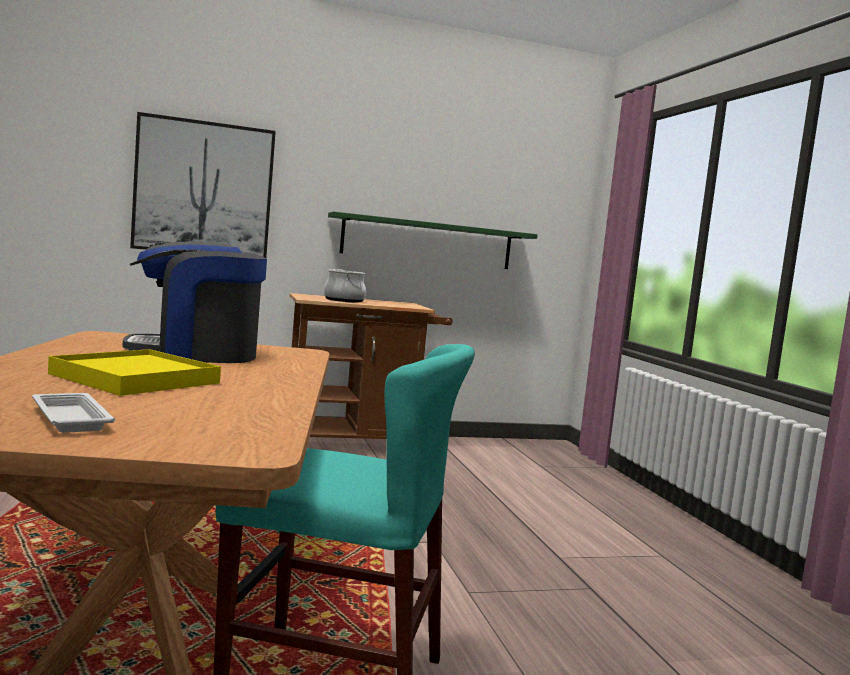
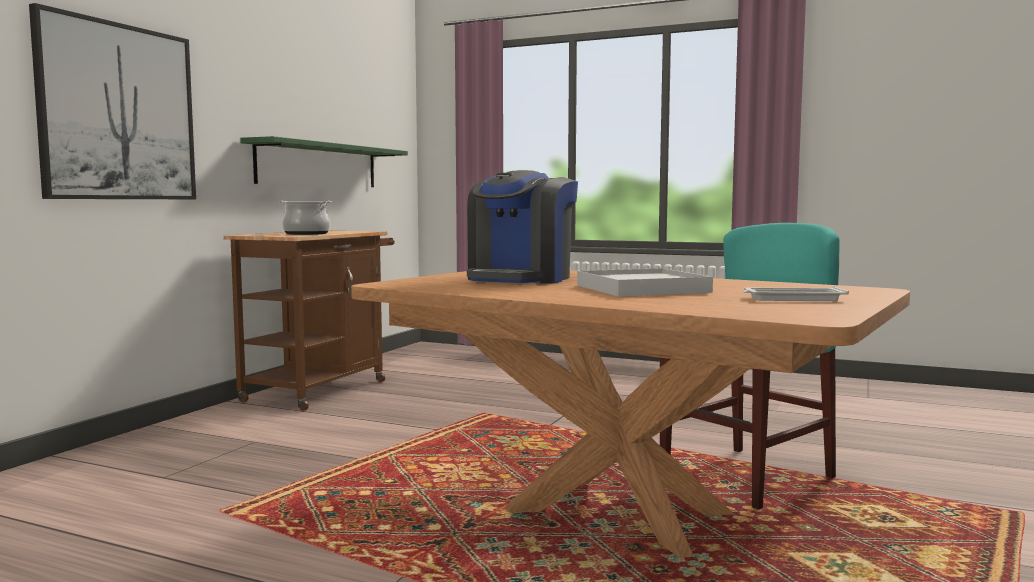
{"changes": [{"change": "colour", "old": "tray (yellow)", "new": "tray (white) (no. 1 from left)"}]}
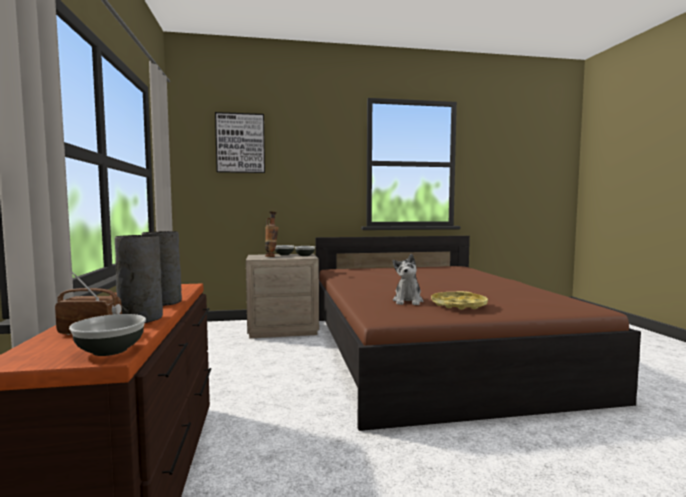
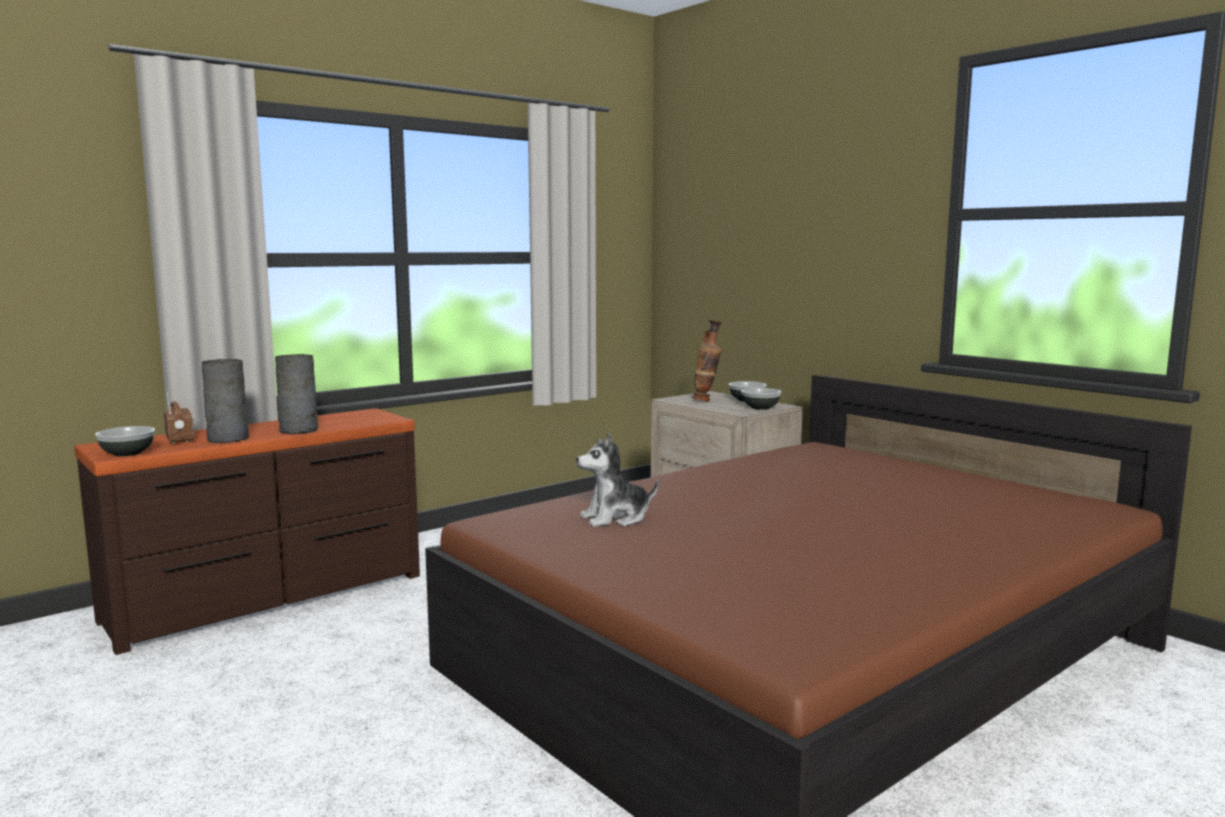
{"changes": [{"change": "missing", "old": "picture"}, {"change": "missing", "old": "tray (yellow)"}]}
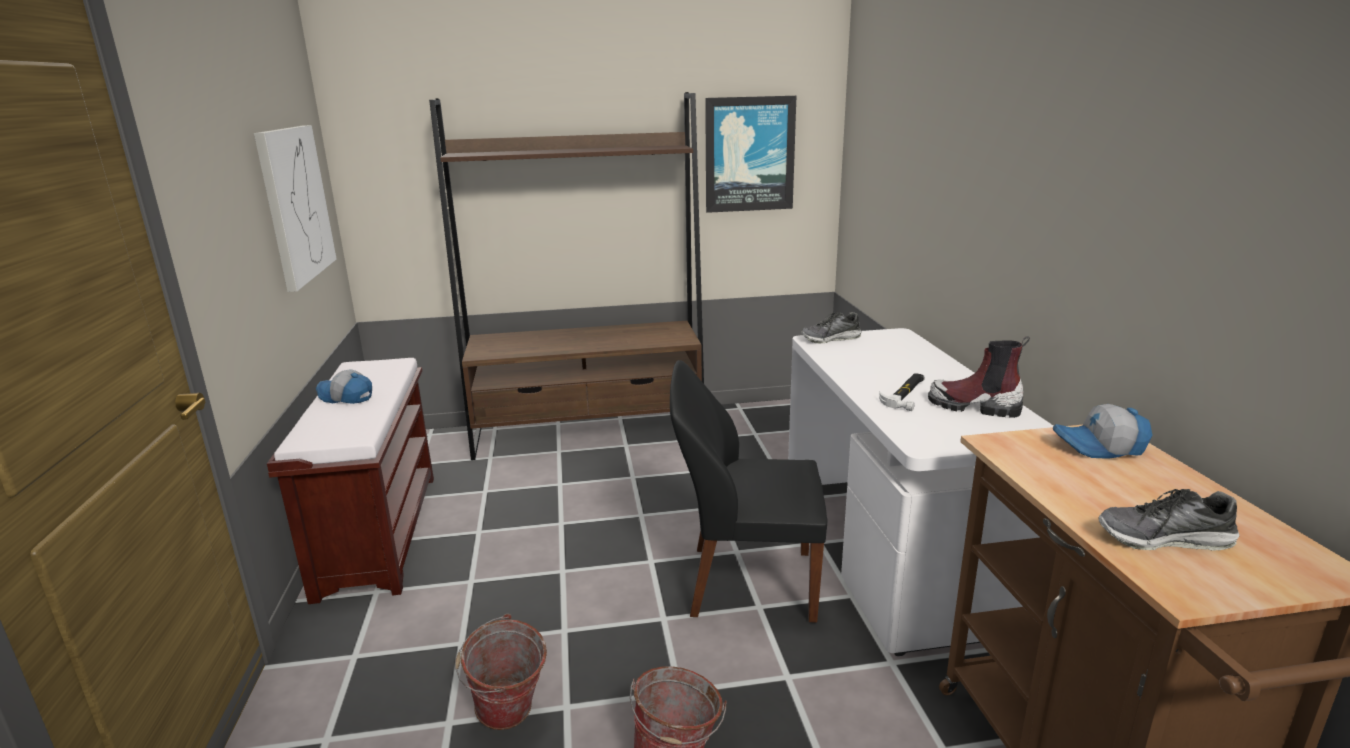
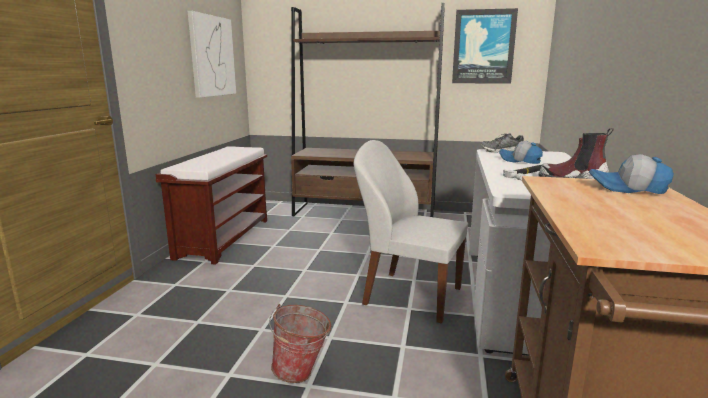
{"changes": [{"change": "colour", "old": "chair (black)", "new": "chair (white)"}, {"change": "relocated", "old": "cap (no. 1 from left)"}, {"change": "missing", "old": "bucket (no. 1 from left)"}, {"change": "missing", "old": "shoe (no. 2 from left)"}]}
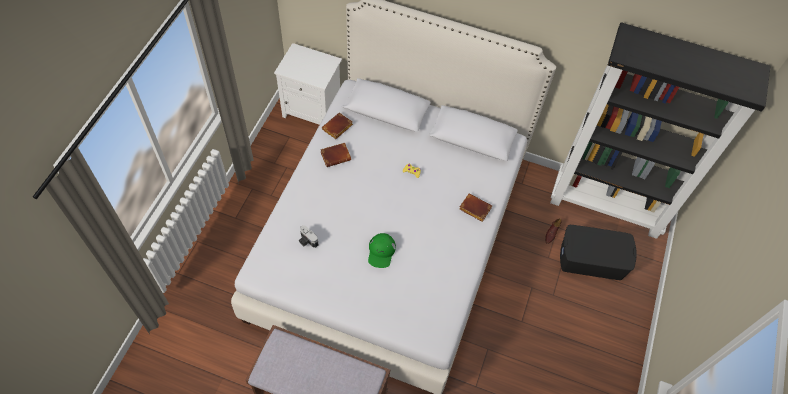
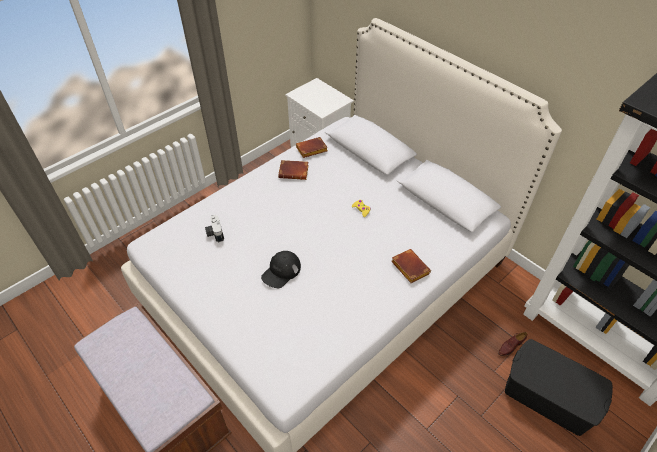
{"changes": [{"change": "colour", "old": "cap (green)", "new": "cap (black)"}]}
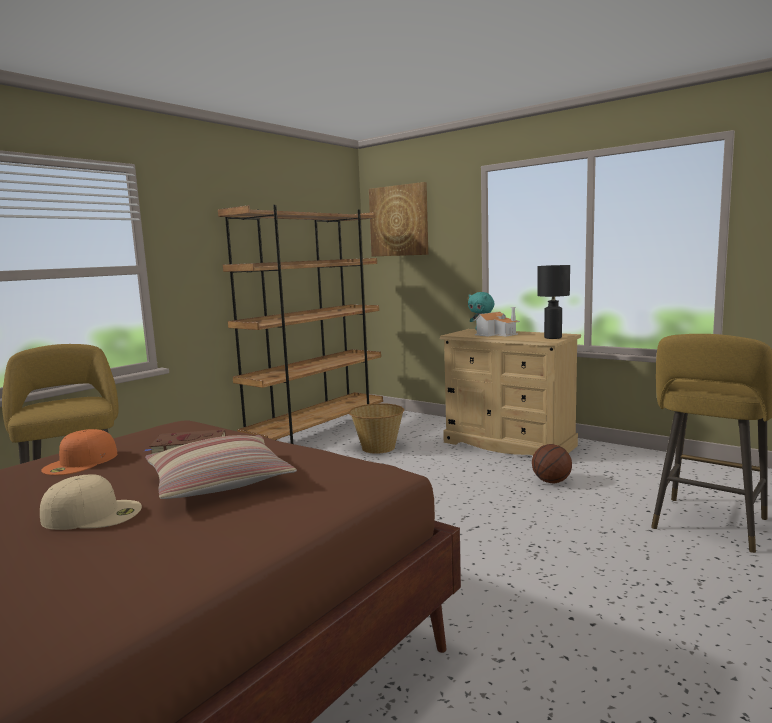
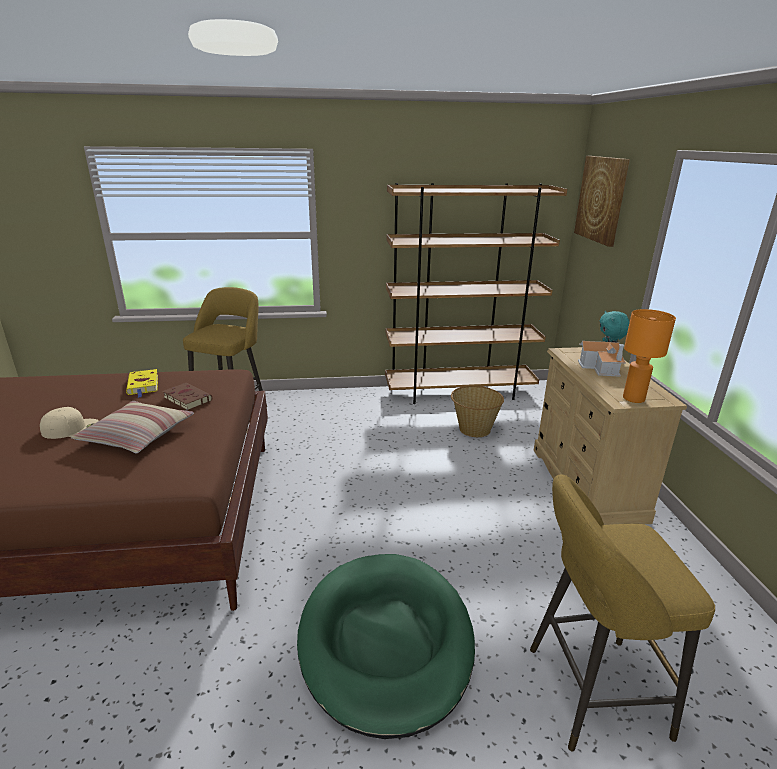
{"changes": [{"change": "spun", "old": "cap (beige)", "degrees": -60}, {"change": "exchanged", "old": "cap (orange)", "new": "book (yellow)"}, {"change": "appeared", "new": "dog bed (green)"}, {"change": "colour", "old": "table lamp (black)", "new": "table lamp (orange)"}, {"change": "missing", "old": "basketball"}]}
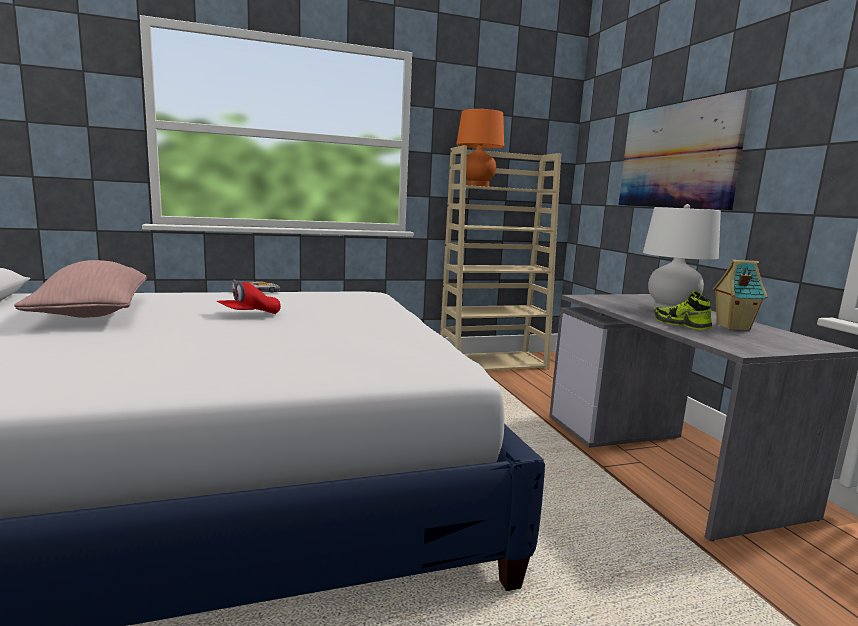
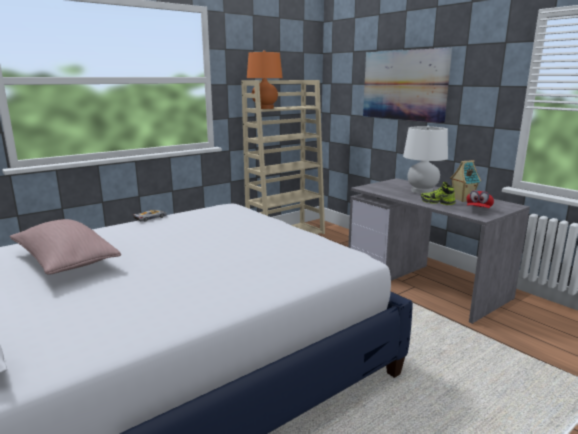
{"changes": [{"change": "relocated", "old": "cap (red)"}]}
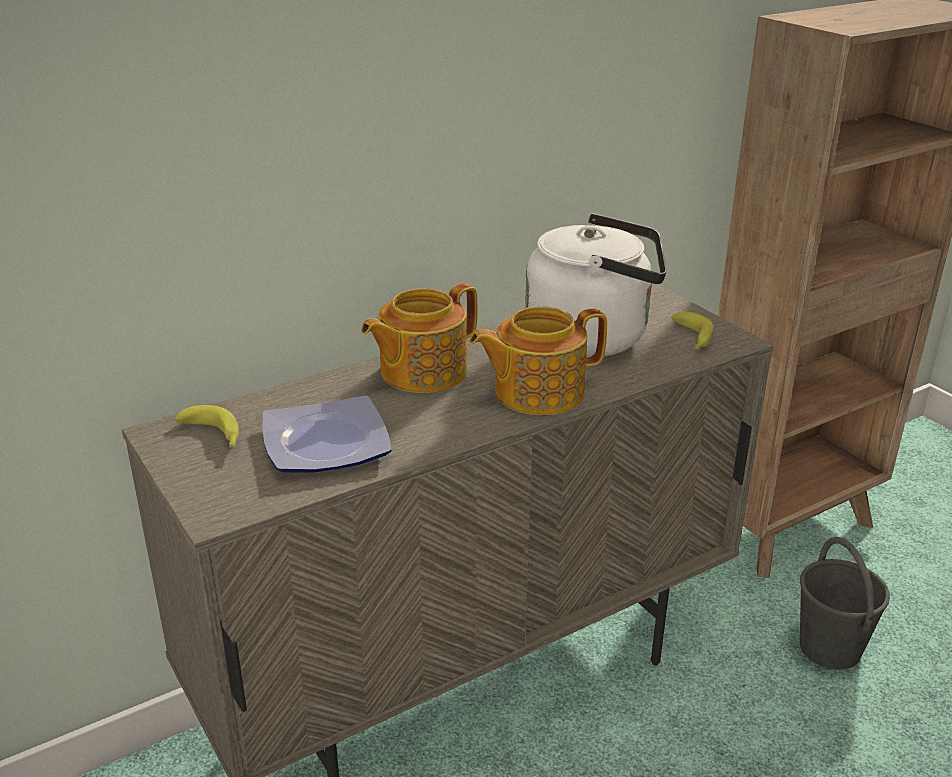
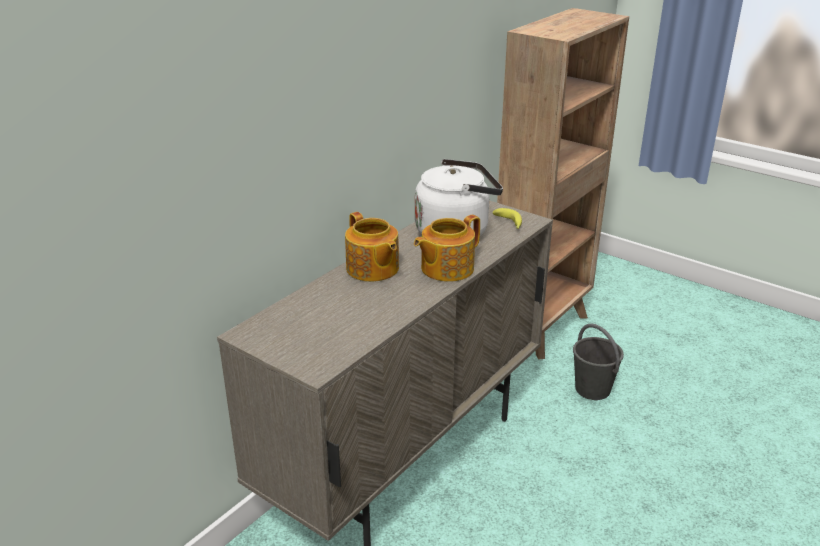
{"changes": [{"change": "spun", "old": "teapot (no. 1 from left)", "degrees": -60}, {"change": "missing", "old": "banana (no. 1 from left)"}, {"change": "missing", "old": "plate"}]}
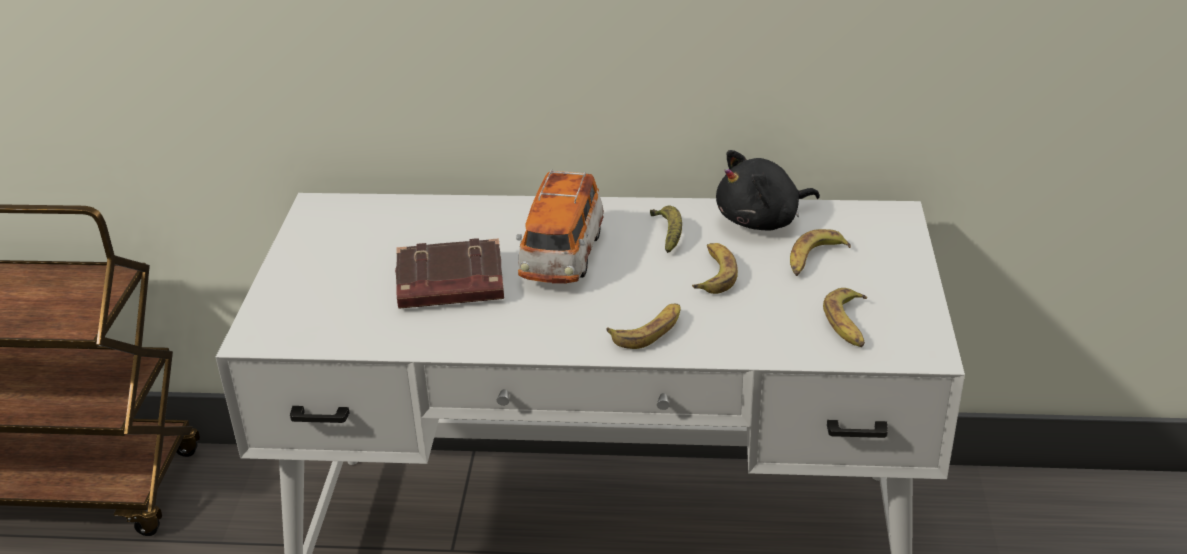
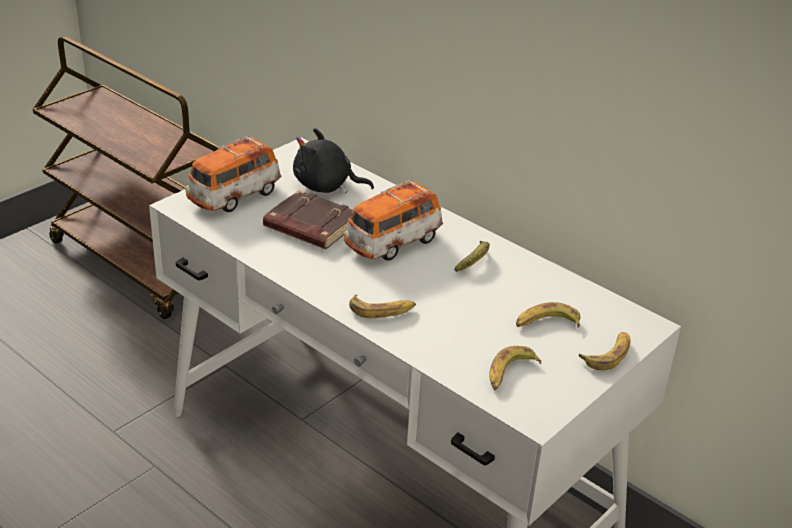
{"changes": [{"change": "appeared", "new": "toy car (no. 1 from left)"}, {"change": "relocated", "old": "plush toy (black)"}, {"change": "relocated", "old": "banana (no. 3 from left in the first image)", "new": "banana (no. 5 from left)"}]}
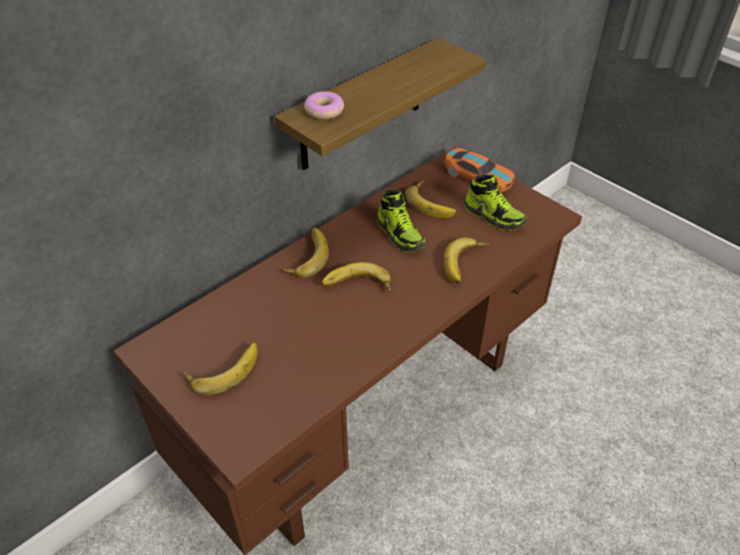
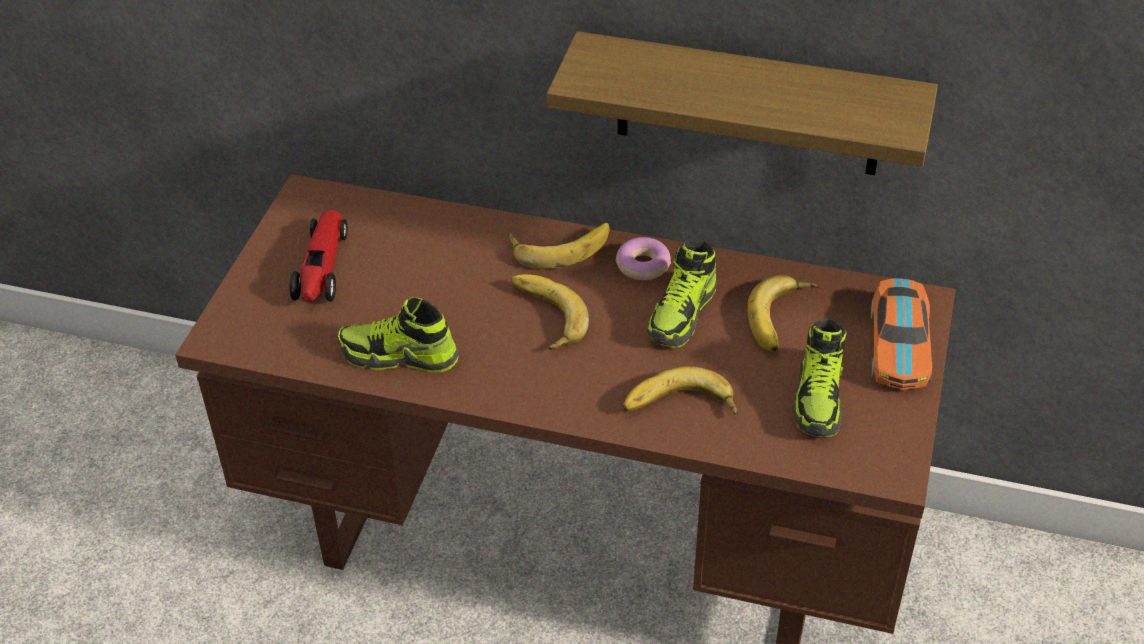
{"changes": [{"change": "exchanged", "old": "banana (no. 1 from left)", "new": "toy car (no. 1 from left)"}, {"change": "appeared", "new": "shoe (no. 1 from left)"}, {"change": "relocated", "old": "donut"}]}
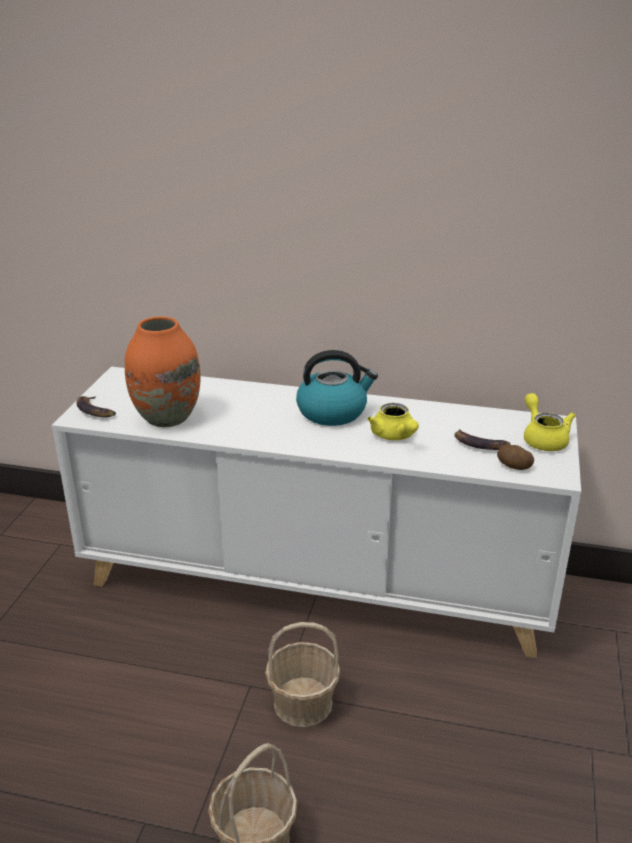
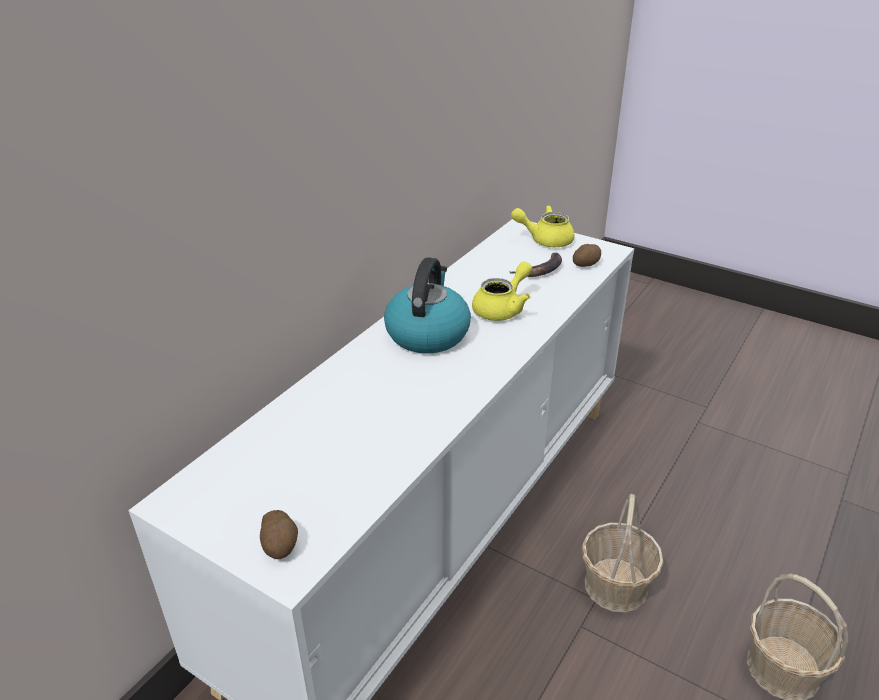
{"changes": [{"change": "exchanged", "old": "banana (no. 1 from left)", "new": "potato (no. 1 from left)"}, {"change": "spun", "old": "teapot (yellow) (no. 1 from left)", "degrees": -45}, {"change": "missing", "old": "vase (orange)"}]}
